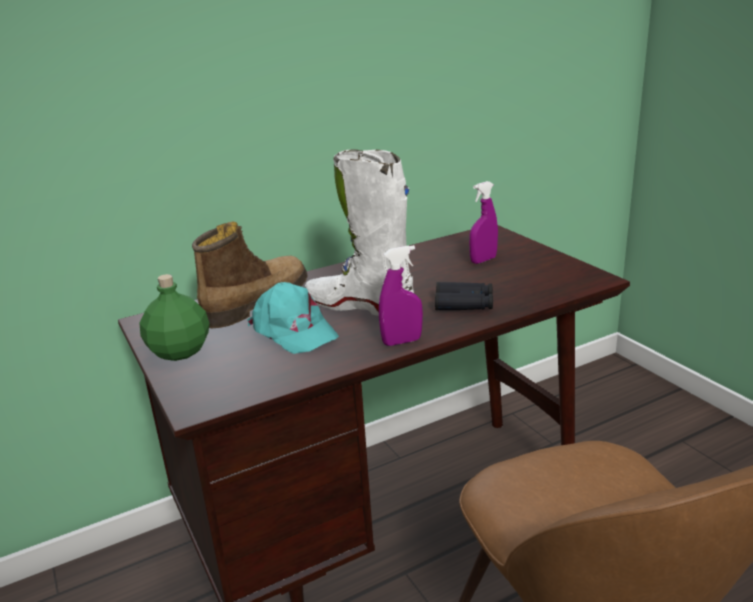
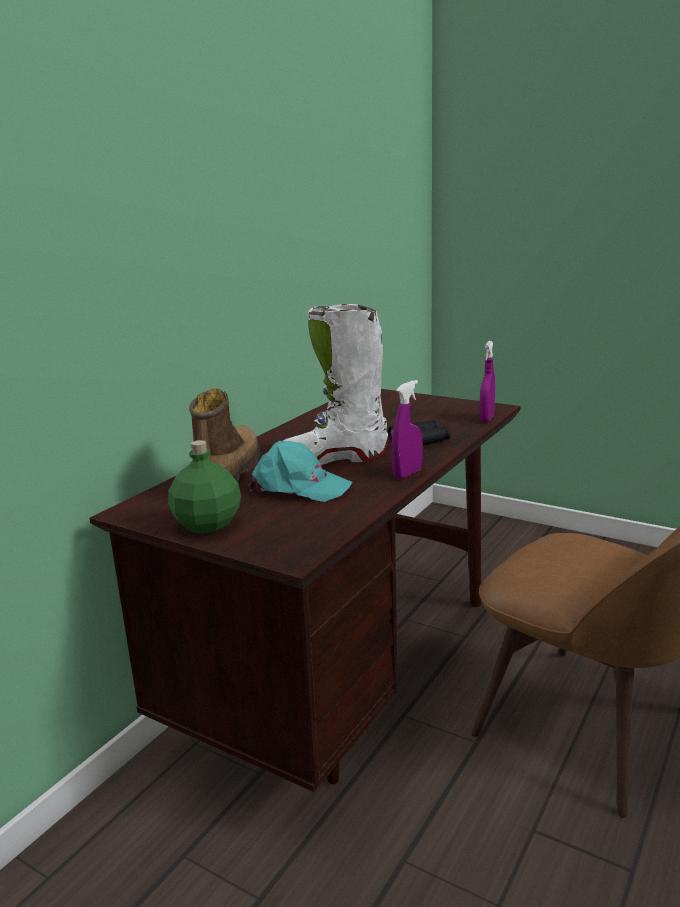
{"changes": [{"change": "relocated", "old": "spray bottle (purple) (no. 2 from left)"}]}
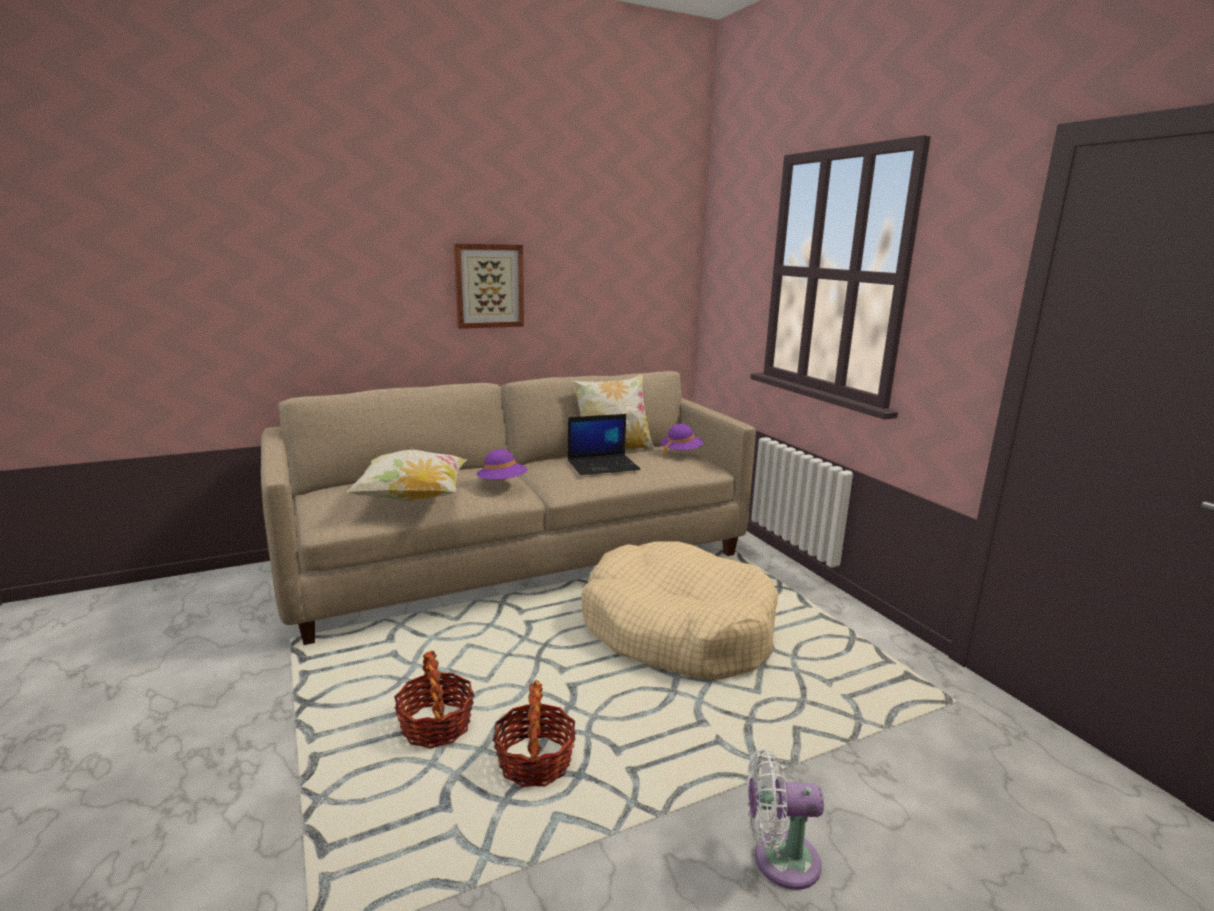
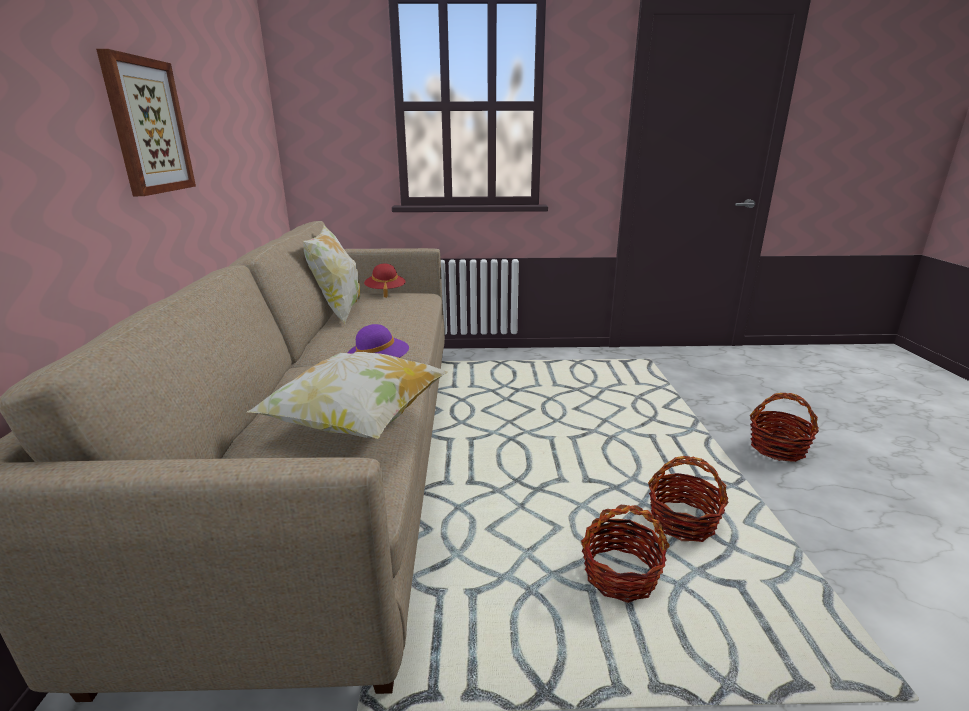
{"changes": [{"change": "colour", "old": "hat (purple) (no. 2 from left)", "new": "hat (red)"}, {"change": "exchanged", "old": "fan (white)", "new": "basket (no. 3 from left)"}, {"change": "missing", "old": "laptop"}, {"change": "missing", "old": "dog bed (beige)"}]}
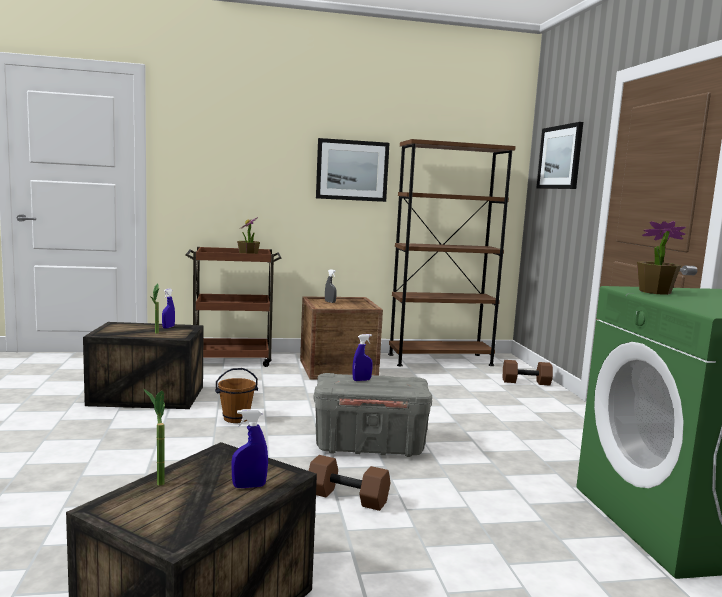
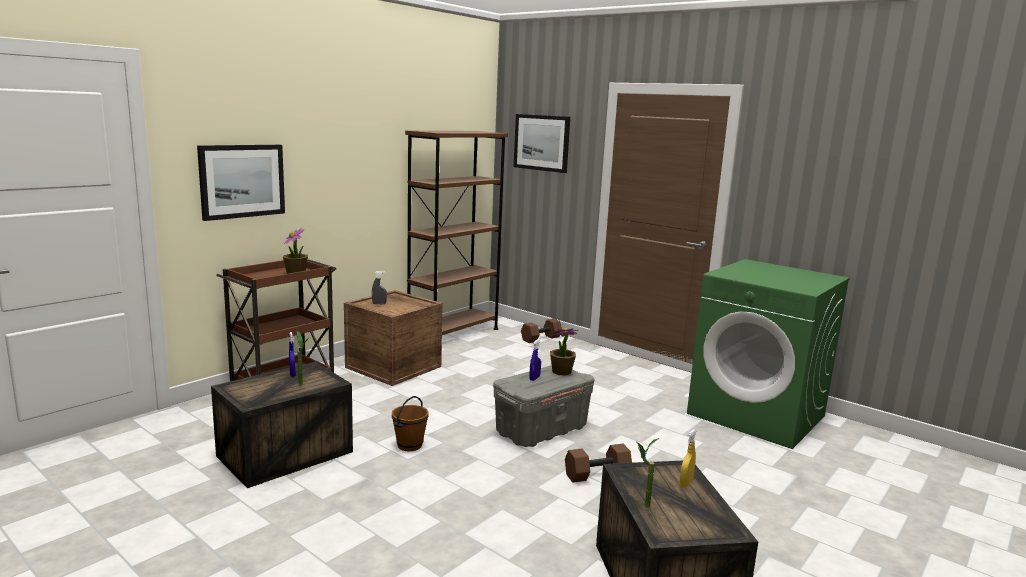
{"changes": [{"change": "relocated", "old": "picture (no. 1 from left)"}, {"change": "relocated", "old": "potted plant (no. 4 from left in the first image)", "new": "potted plant (no. 3 from left)"}, {"change": "colour", "old": "spray bottle (blue) (no. 2 from left)", "new": "spray bottle (yellow)"}]}
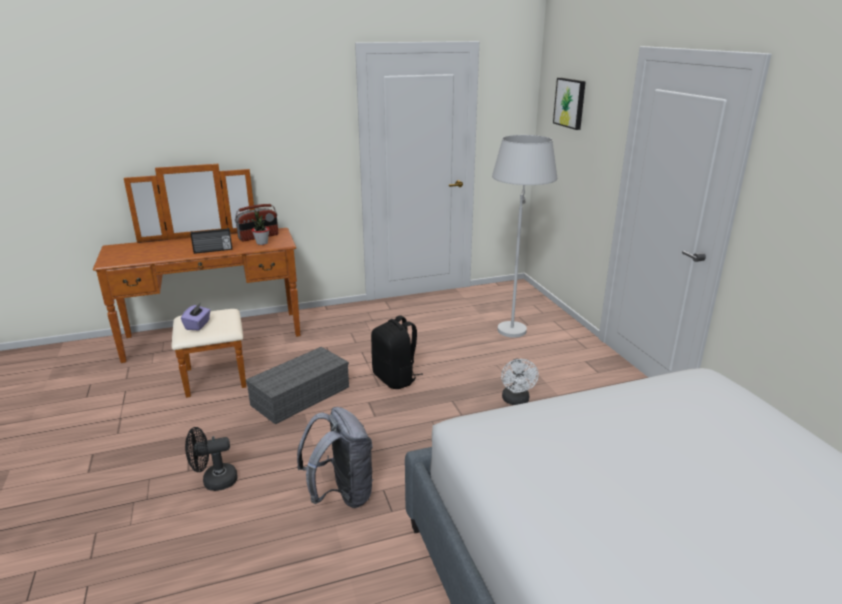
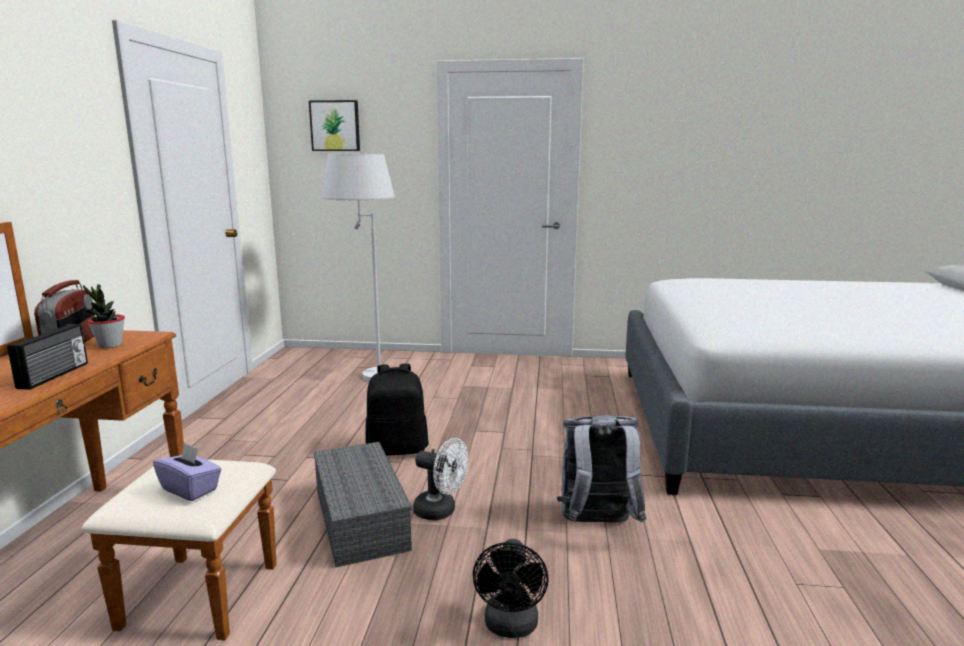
{"changes": [{"change": "relocated", "old": "fan (white)"}]}
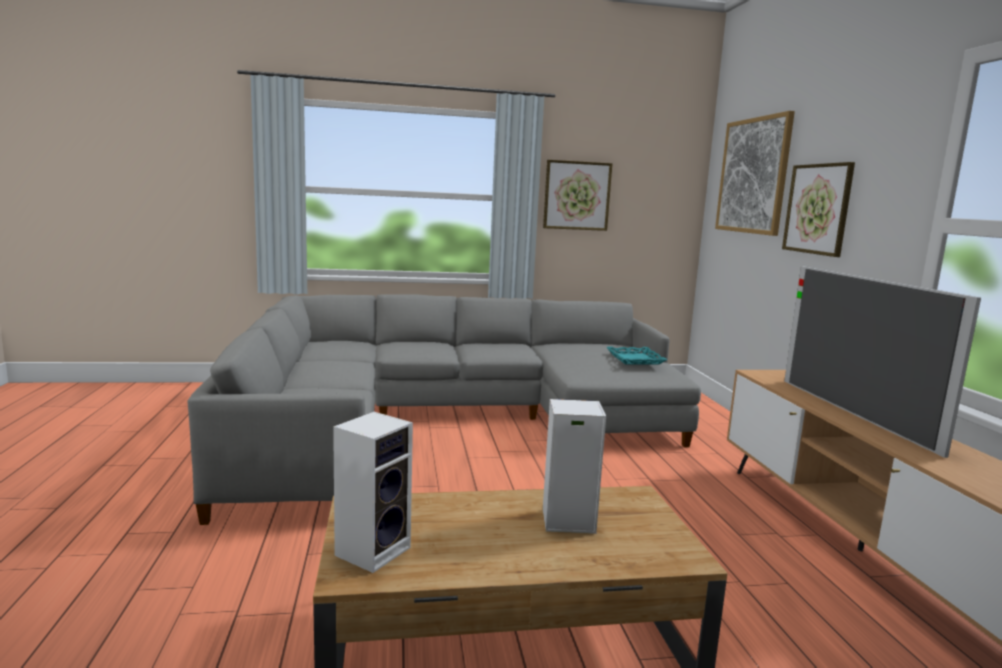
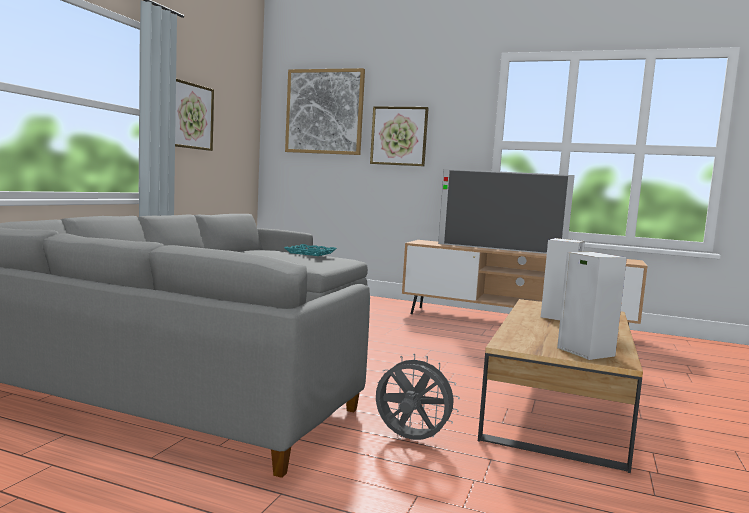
{"changes": [{"change": "appeared", "new": "fan (grey)"}]}
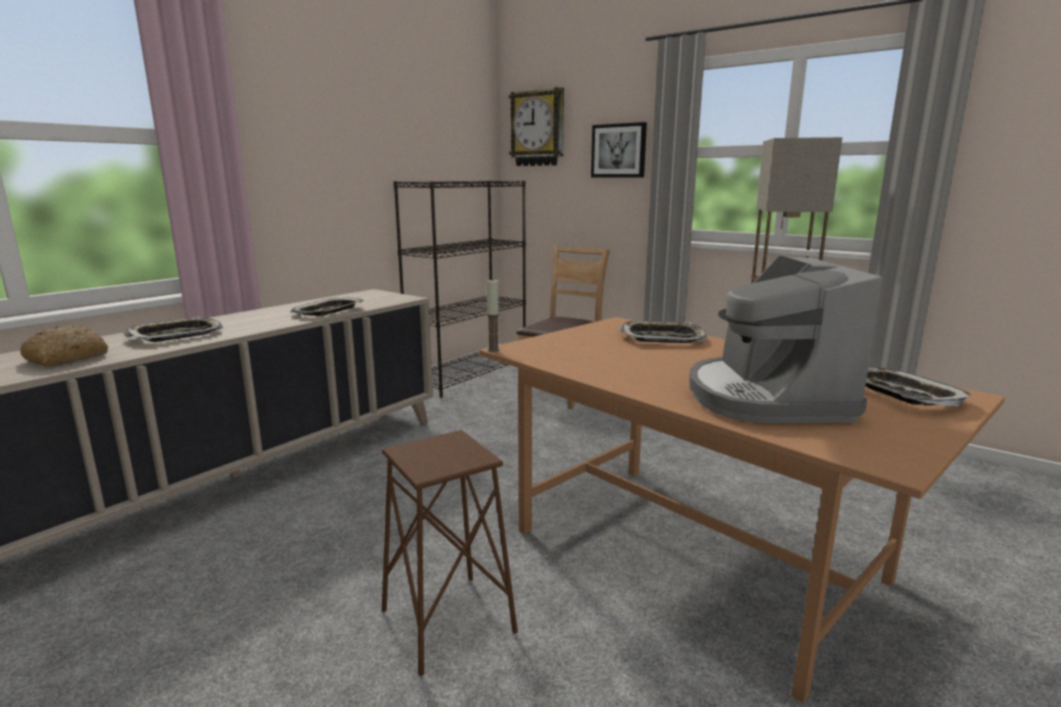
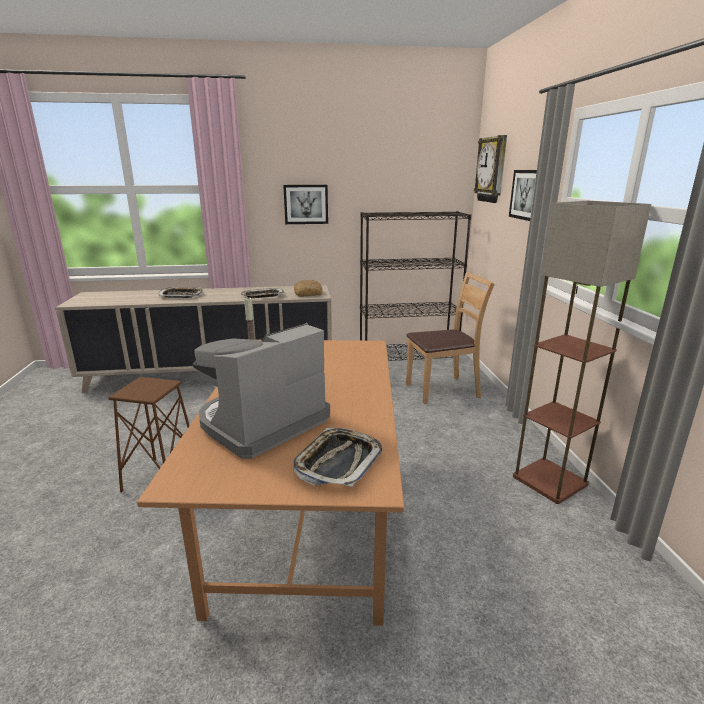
{"changes": [{"change": "appeared", "new": "picture (no. 1 from left)"}, {"change": "relocated", "old": "bread"}, {"change": "missing", "old": "tray (no. 3 from left)"}]}
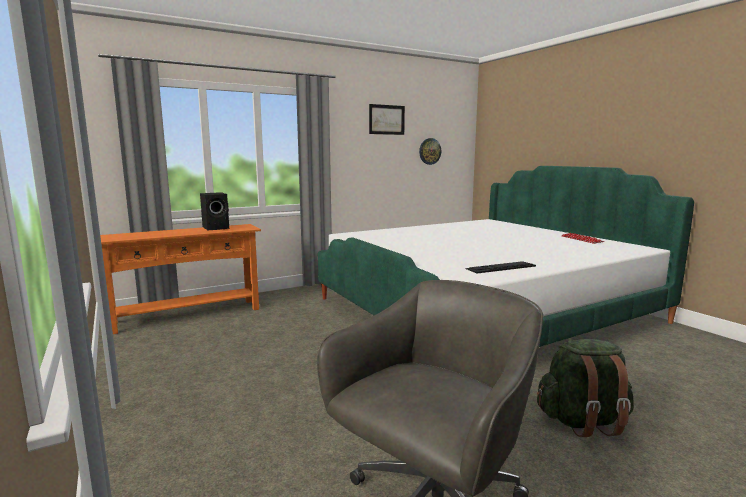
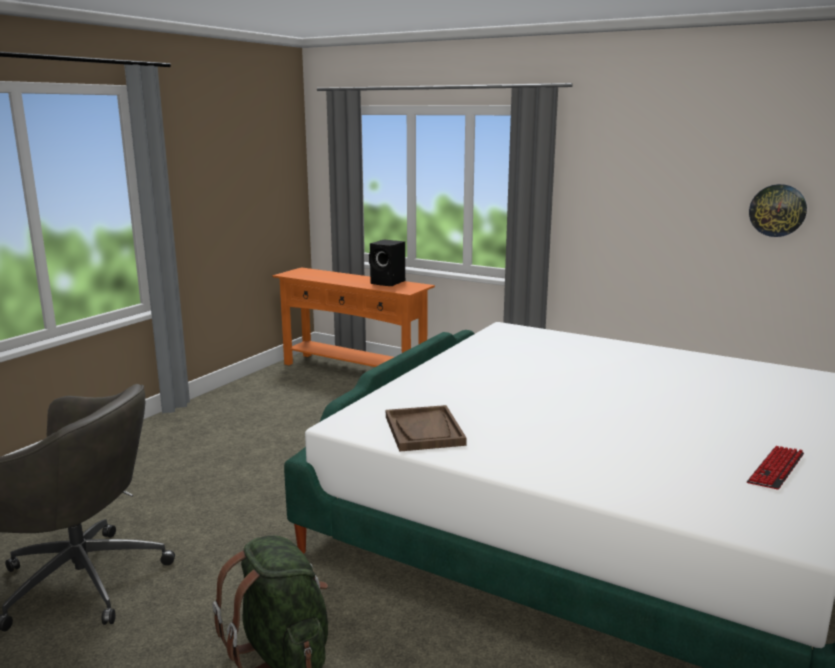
{"changes": [{"change": "exchanged", "old": "keyboard (no. 1 from left)", "new": "tray (brown)"}, {"change": "missing", "old": "picture"}]}
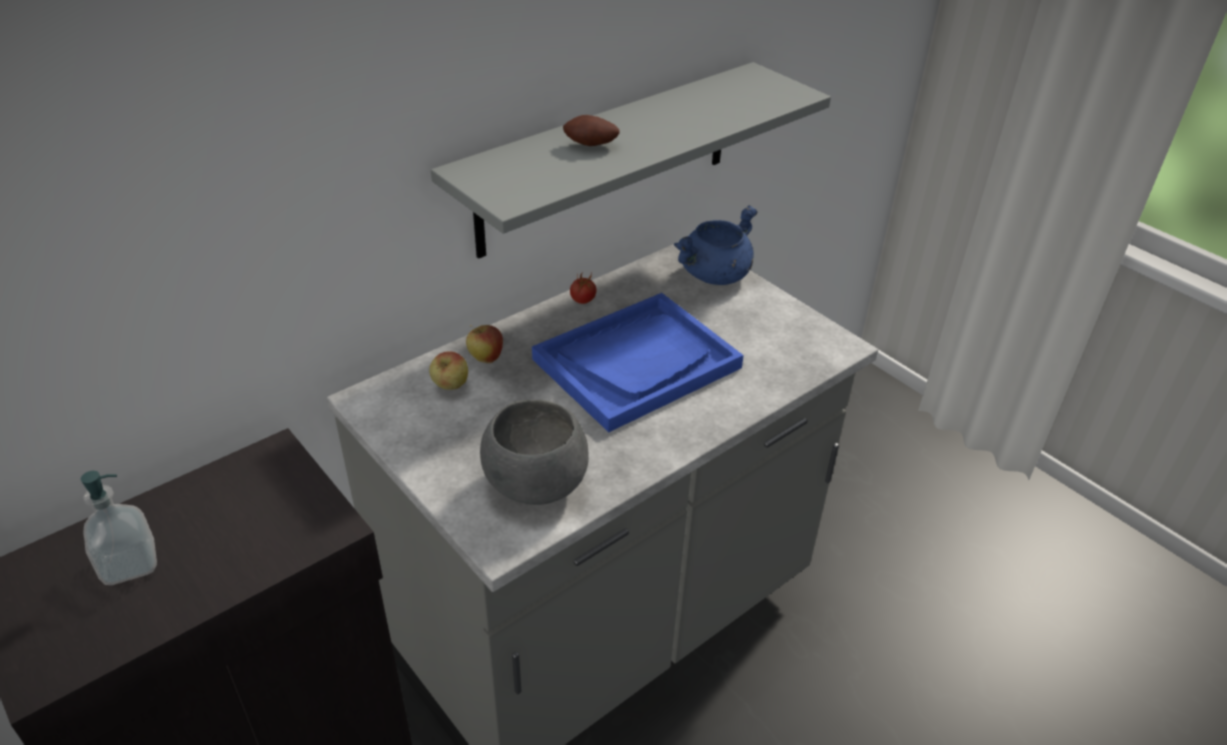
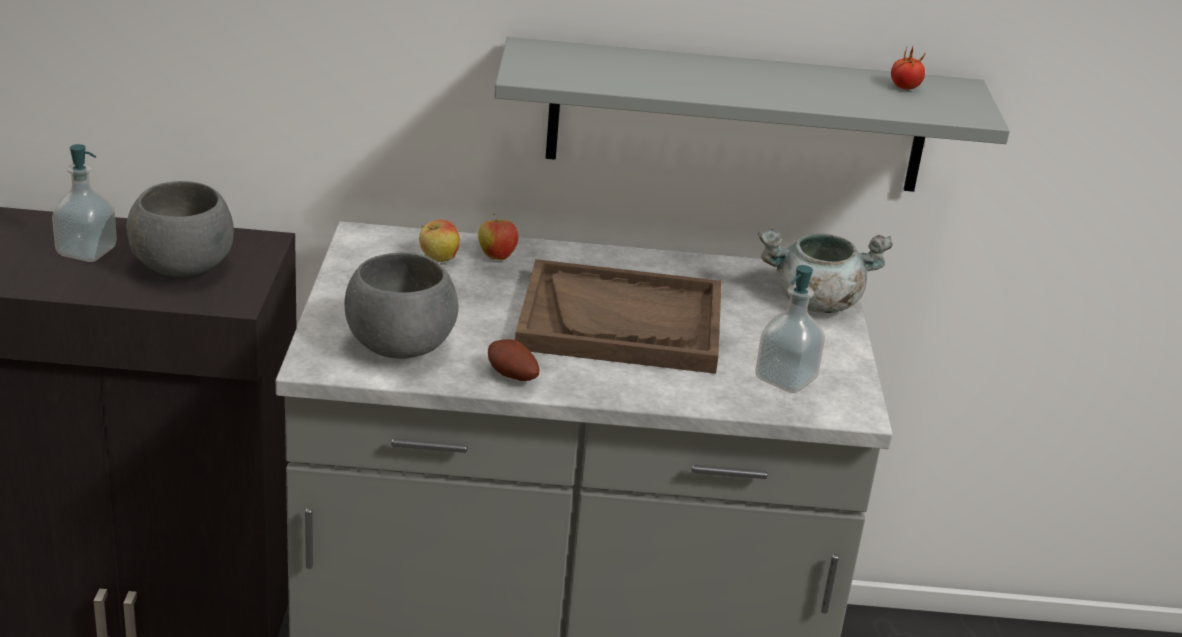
{"changes": [{"change": "appeared", "new": "bowl (grey) (no. 1 from left)"}, {"change": "relocated", "old": "potato"}, {"change": "colour", "old": "tray (blue)", "new": "tray (brown)"}, {"change": "appeared", "new": "soap dispenser (no. 2 from left)"}, {"change": "colour", "old": "cooking pot (blue)", "new": "cooking pot (grey)"}, {"change": "relocated", "old": "tomato"}]}
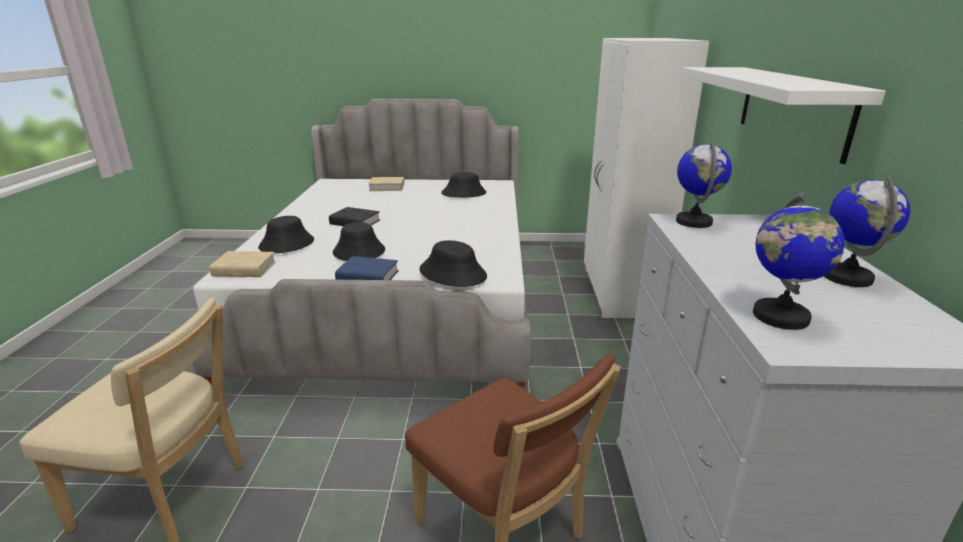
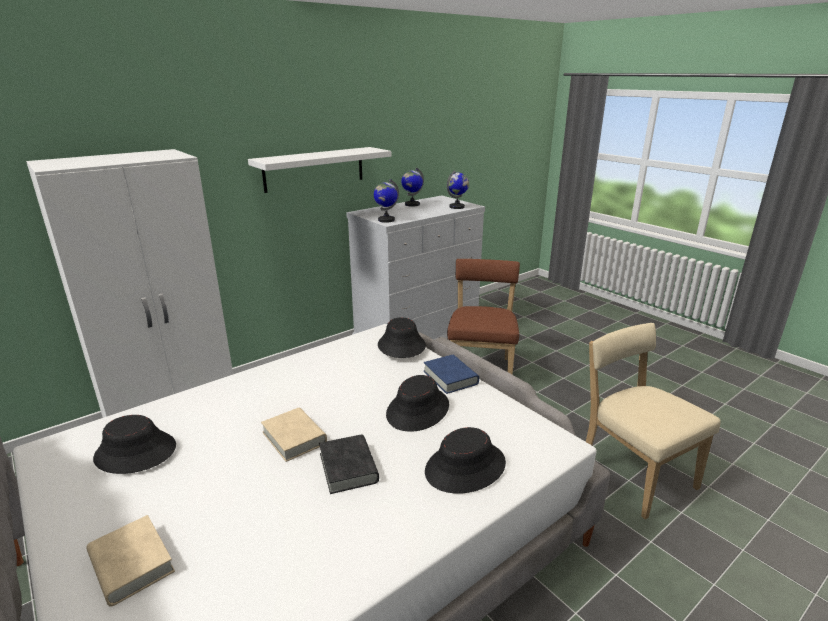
{"changes": [{"change": "relocated", "old": "book (beige) (no. 1 from left in the first image)", "new": "book (beige) (no. 2 from left)"}]}
